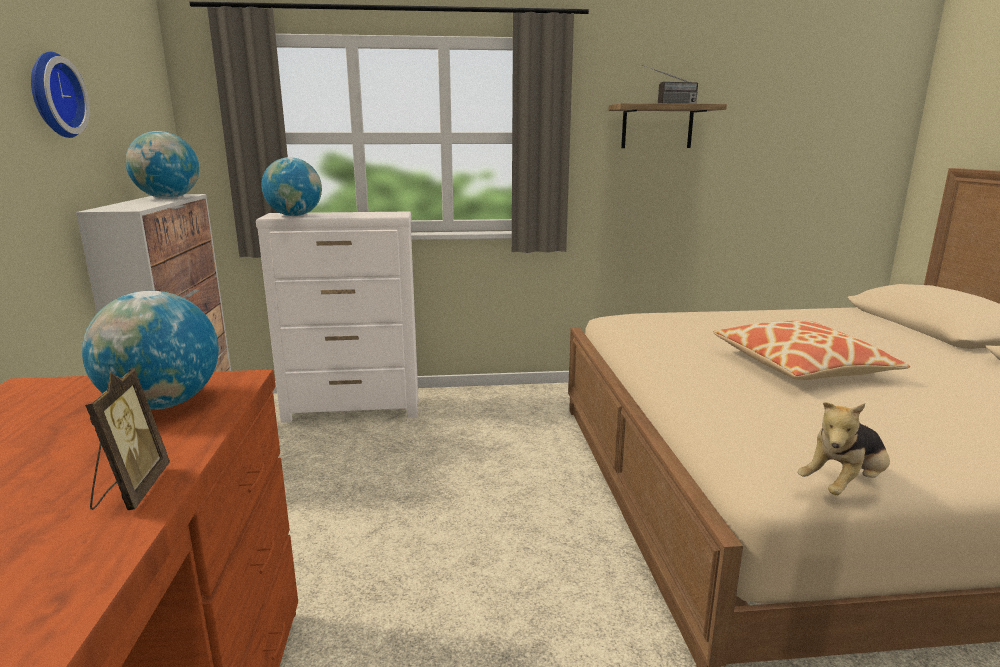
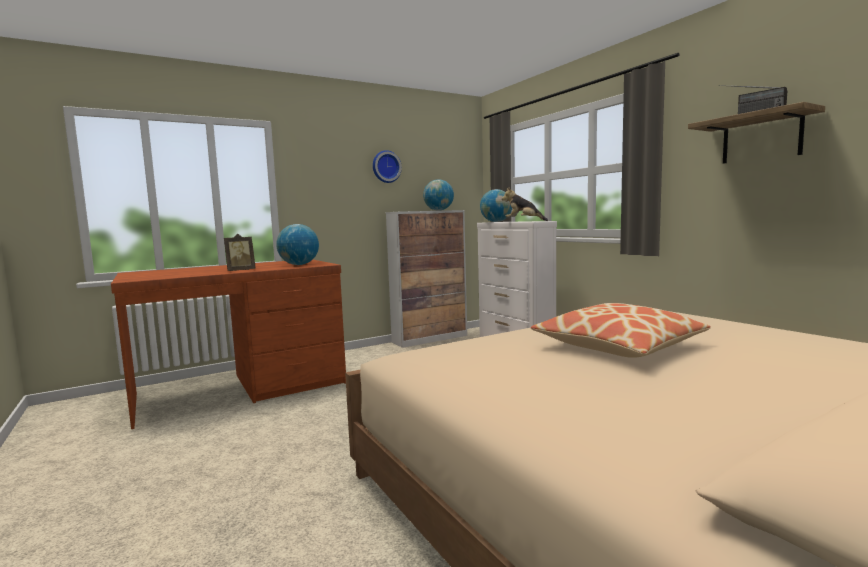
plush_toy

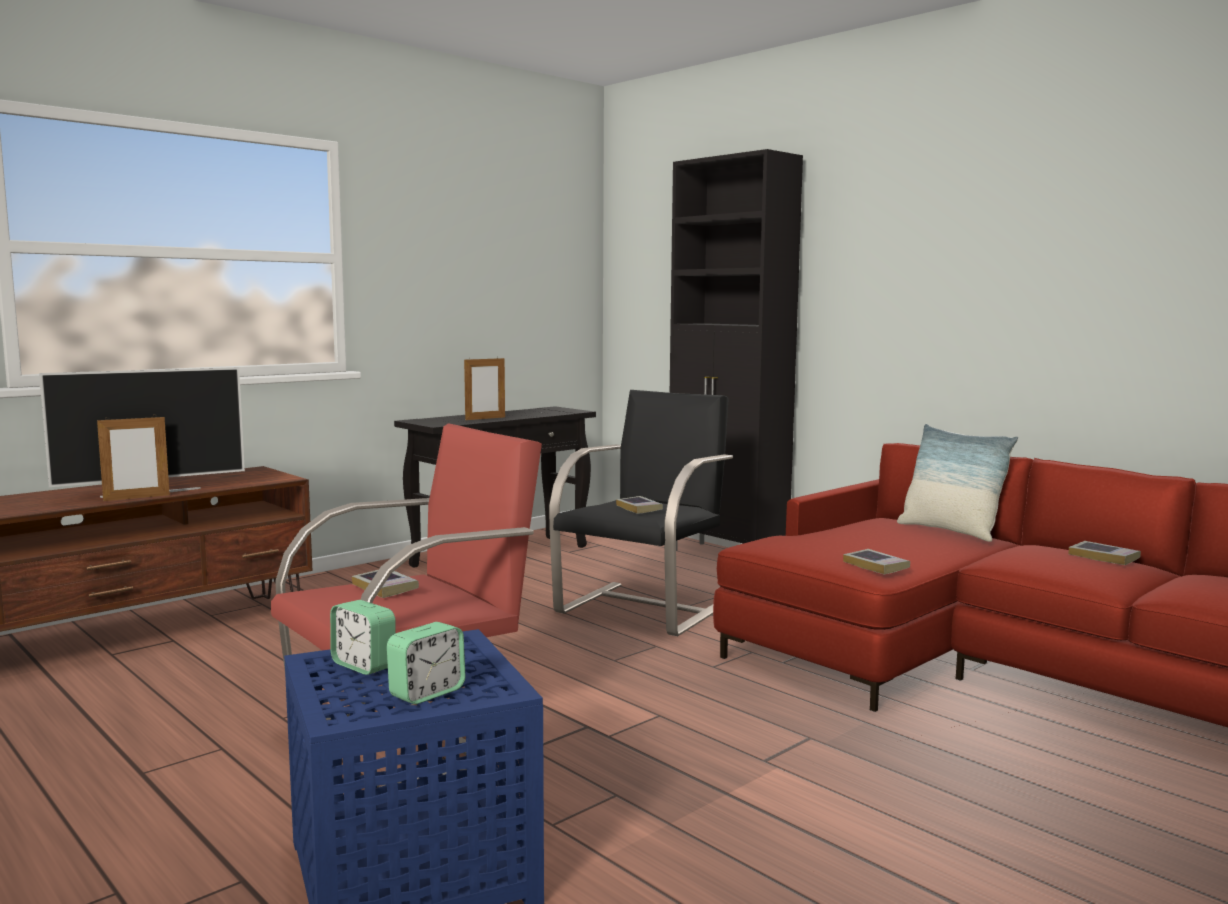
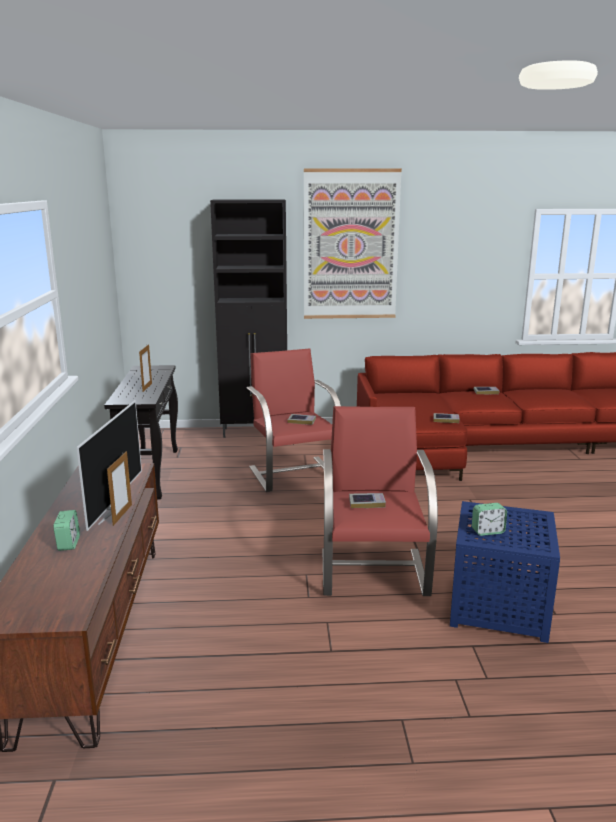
red-coloured_lounge_chair (no. 1 from left)
cushion
bedside_clock (no. 1 from left)
wall_art

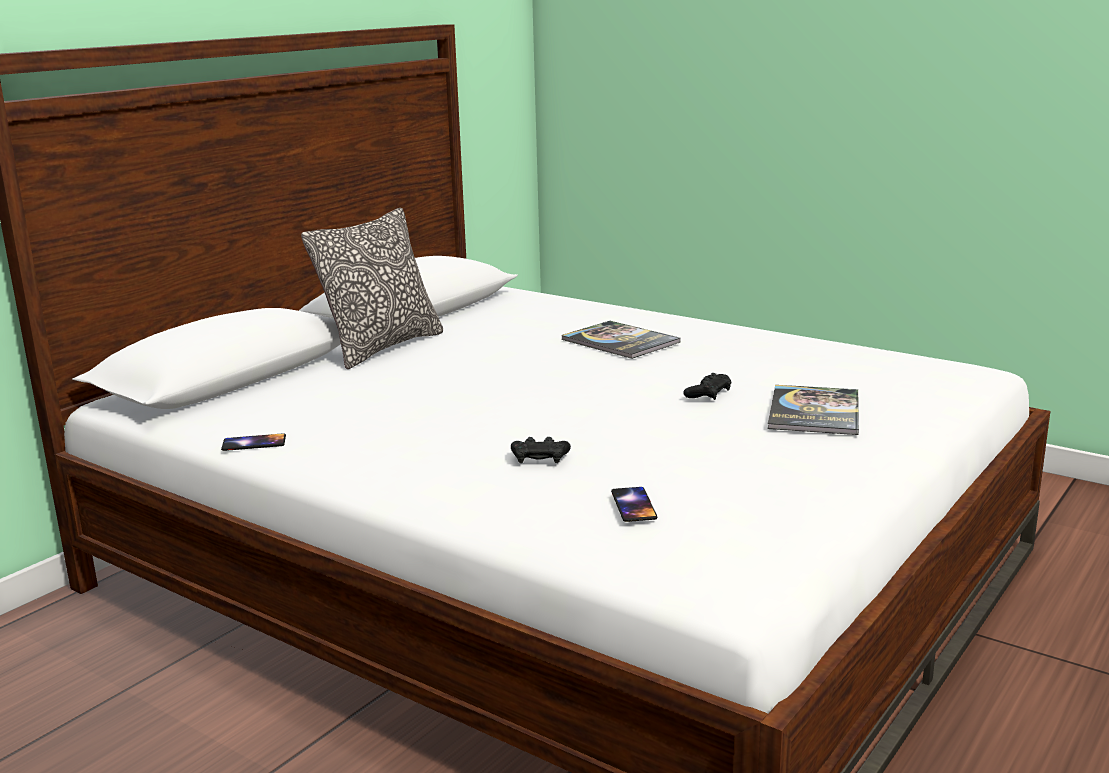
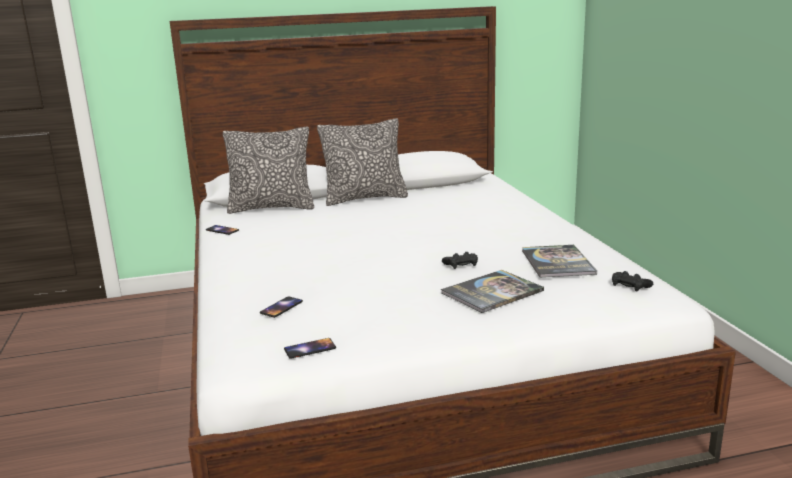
book (no. 2 from left)
blackish_gamepad (no. 2 from left)
cushion (no. 1 from left)
handset (no. 3 from left)

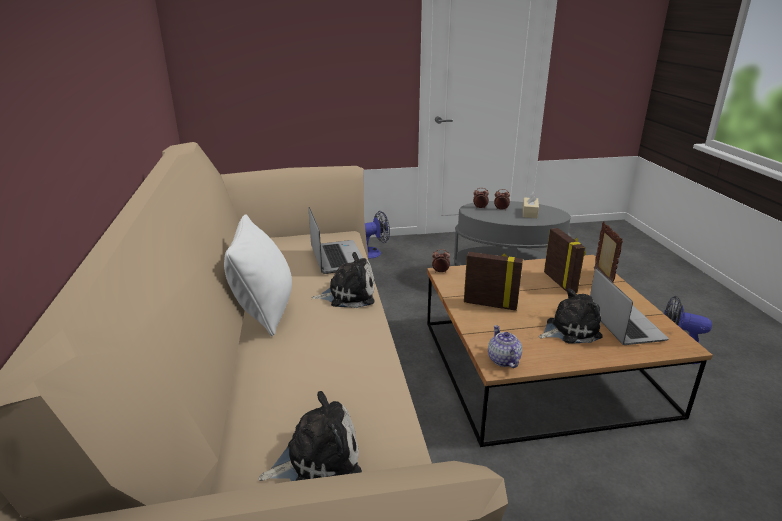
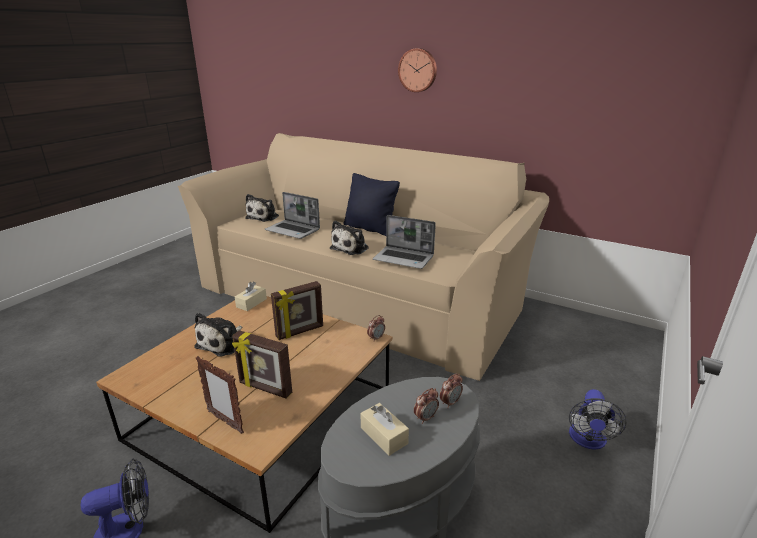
blackish_cushion
laptop (no. 1 from left)
sand-coloured_box_of_tissues (no. 1 from left)
clock_on_the_wall

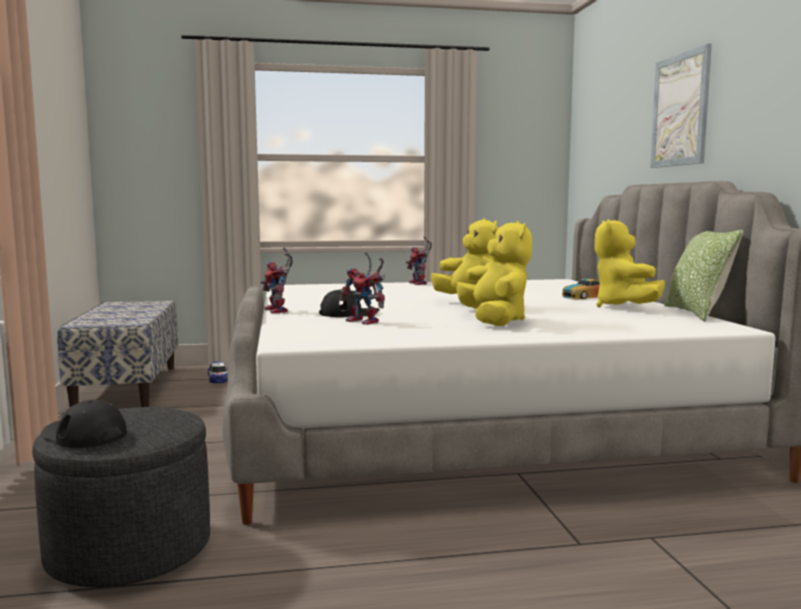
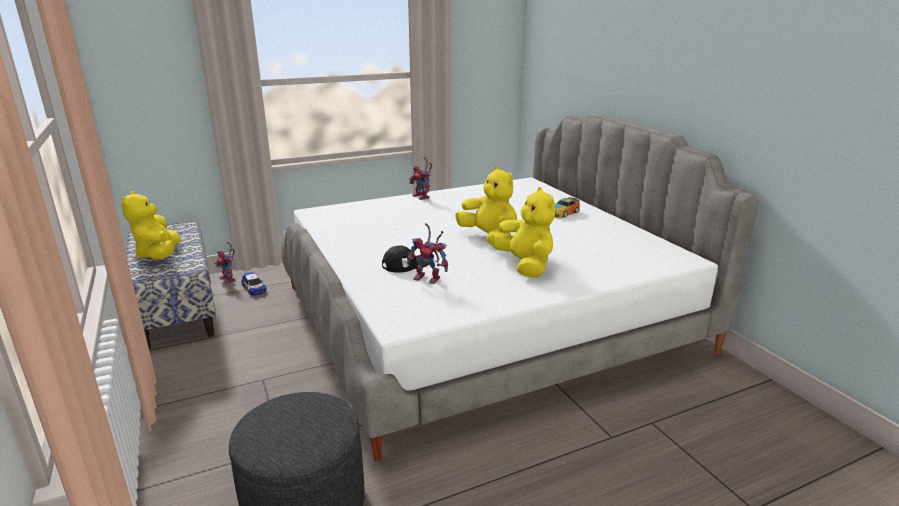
wall_art
yellow_plush_toy (no. 1 from left)
cushion
robot_figure (no. 1 from left)
blackish_peaked_cap (no. 1 from left in the first image)

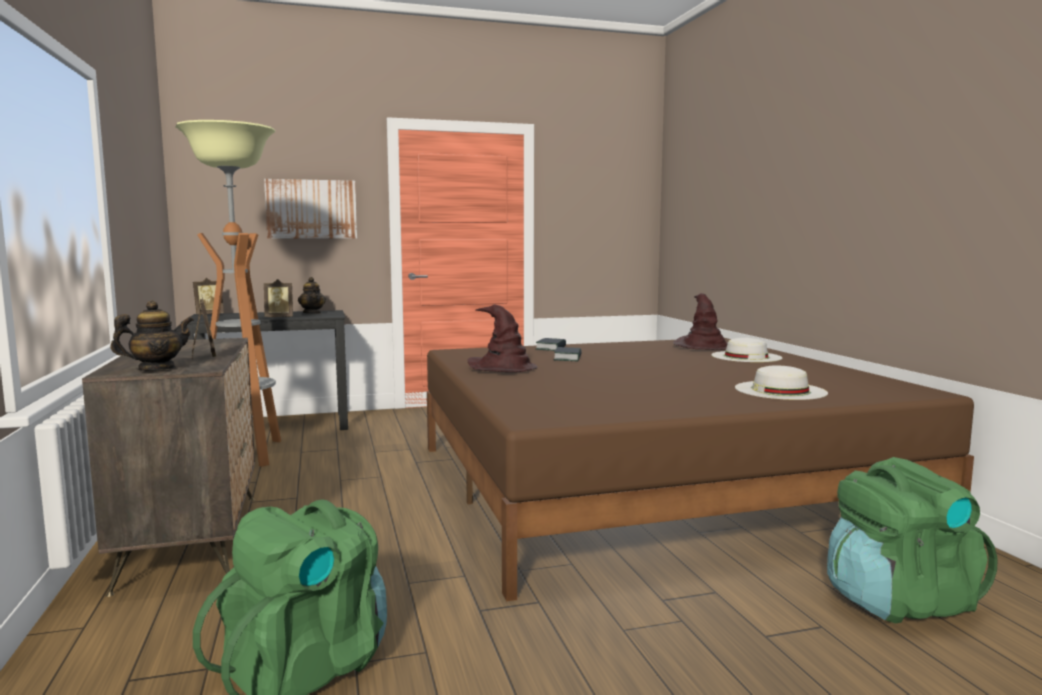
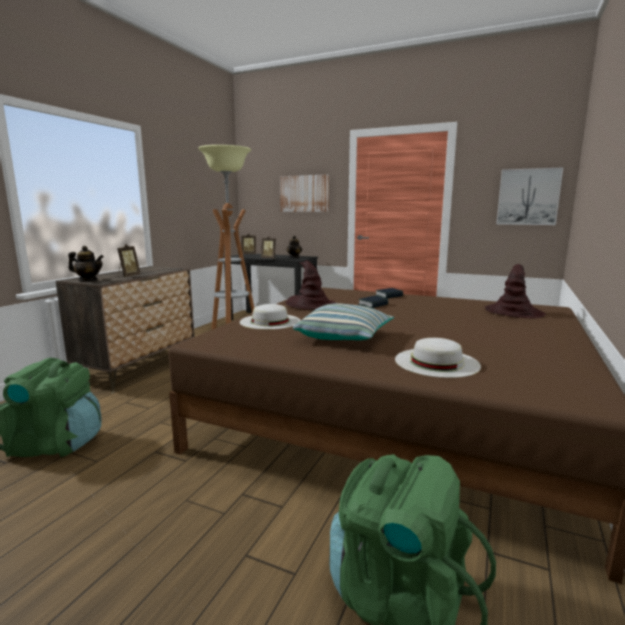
white-coloured_hat (no. 1 from left)
wall_art (no. 2 from left)
cushion

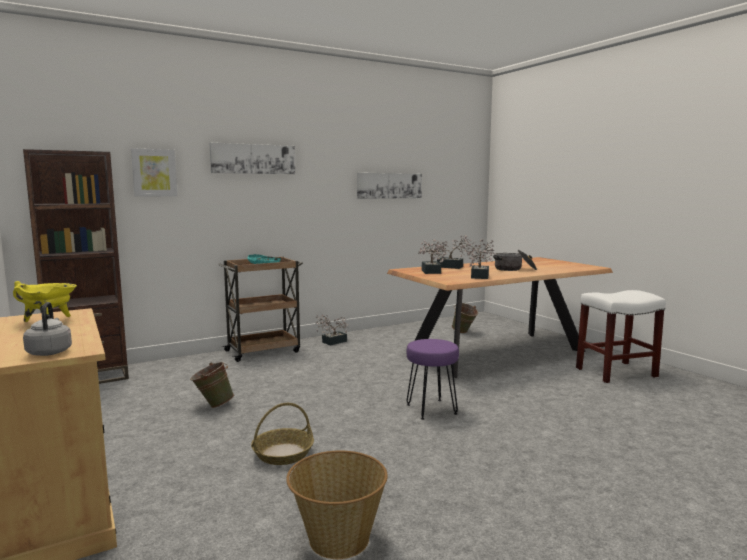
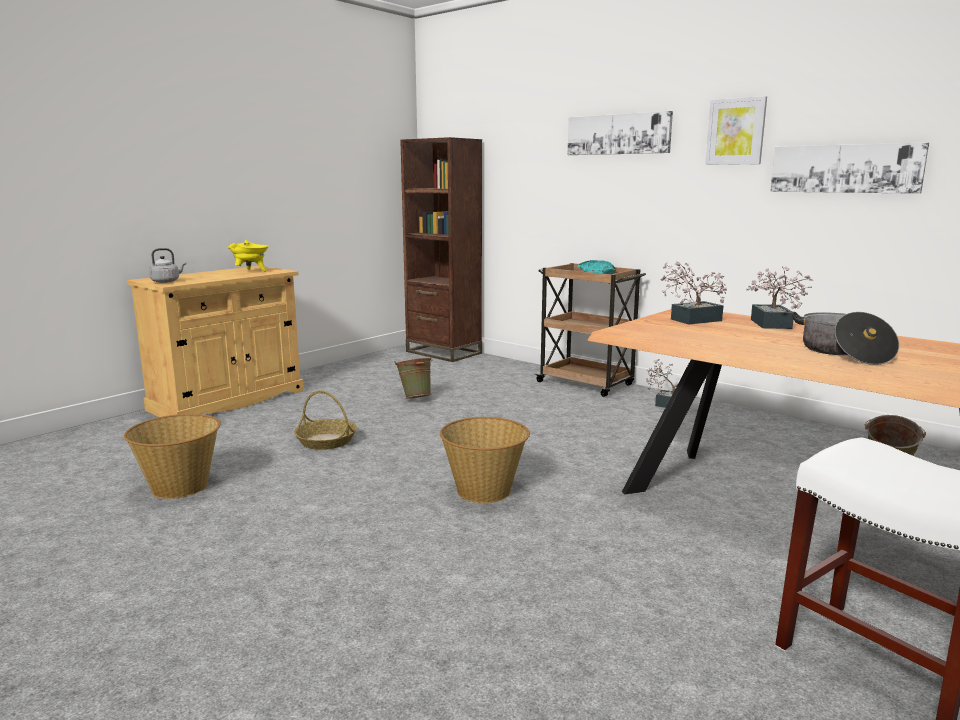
wall_art (no. 2 from left)
potted_plant (no. 4 from left in the first image)
household_basket (no. 3 from left)

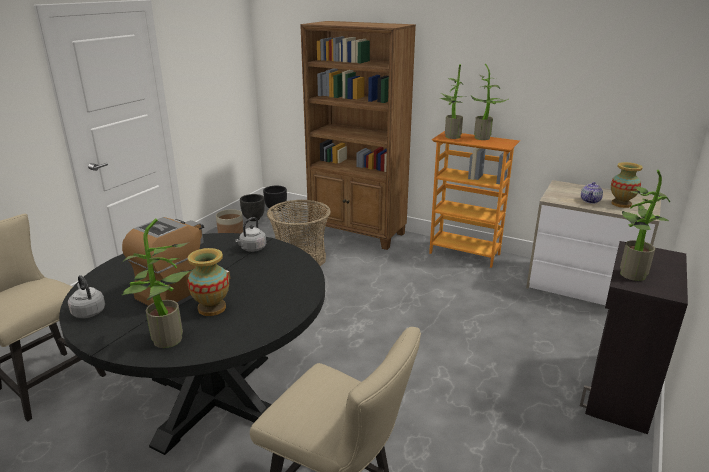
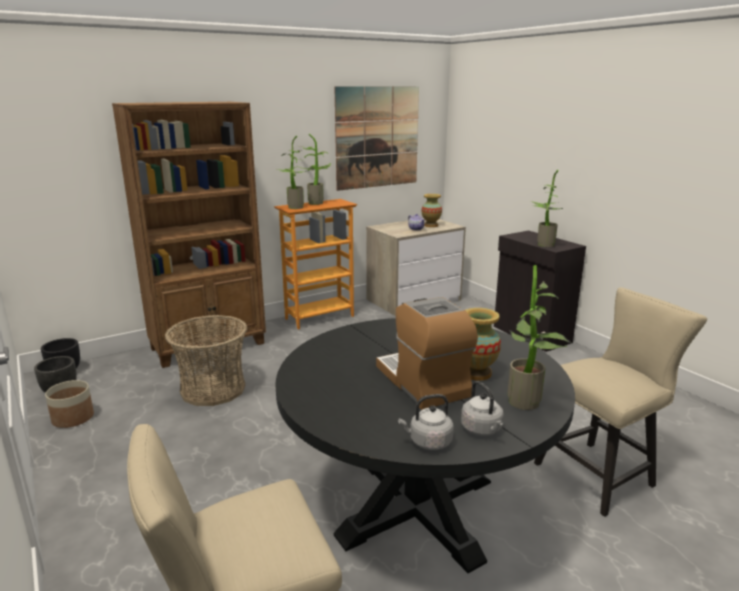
greyish_kettle (no. 2 from left)
wall_art

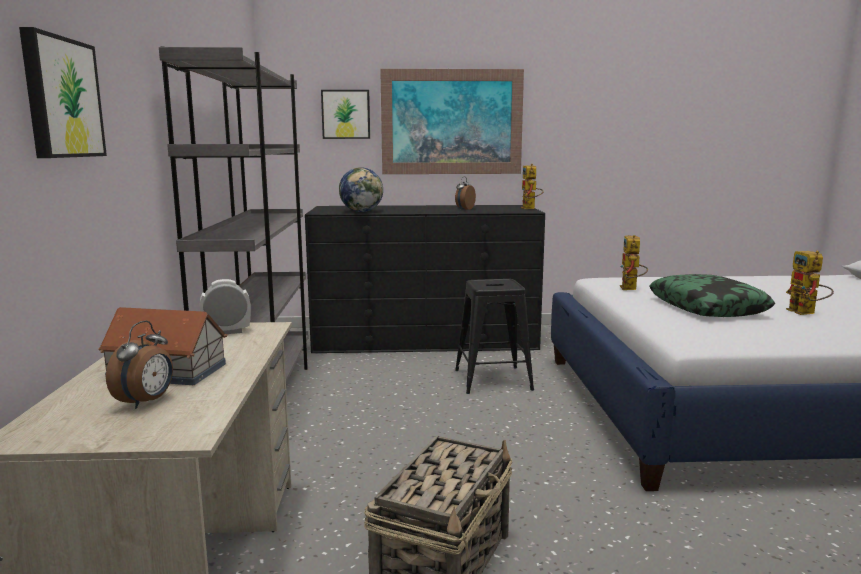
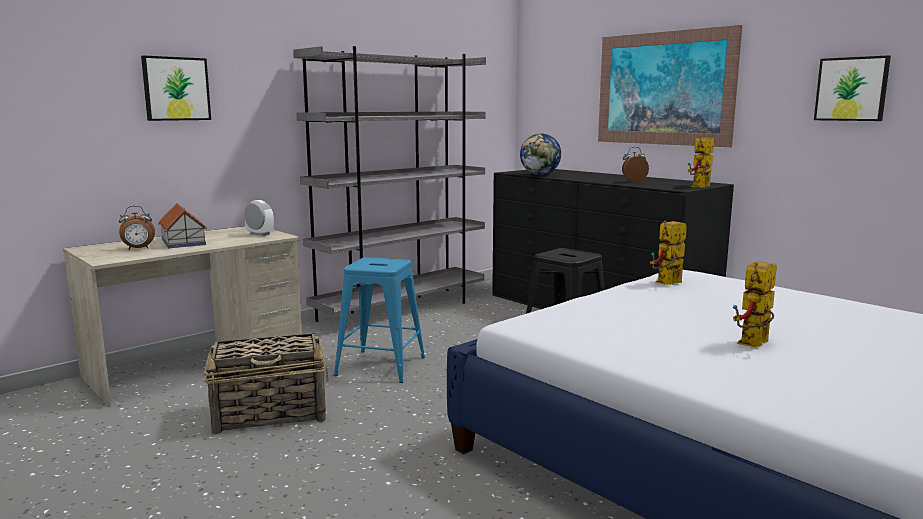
wall_art (no. 3 from left)
cushion
blue-coloured_sitting_stool

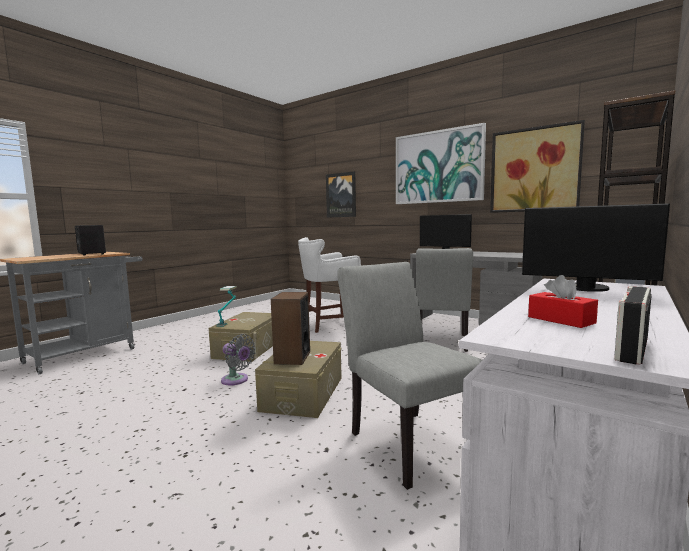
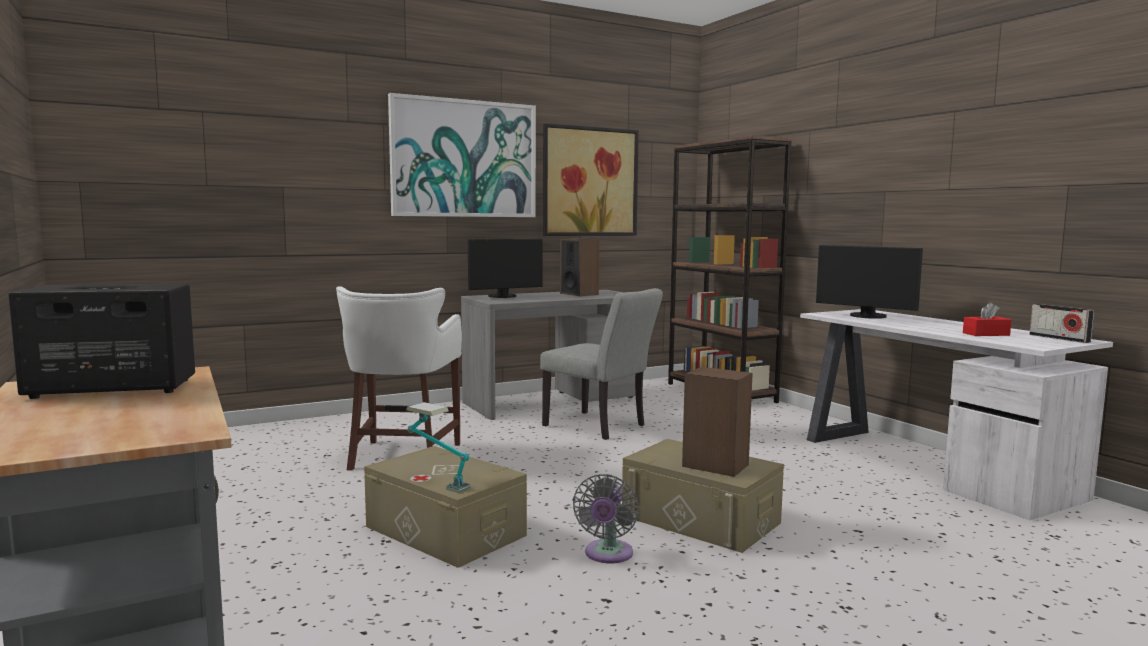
wall_art (no. 1 from left in the first image)
computer_display (no. 2 from left)
greyish_plain_chair (no. 1 from left in the first image)
greyish_fan
speaker (no. 2 from left)

